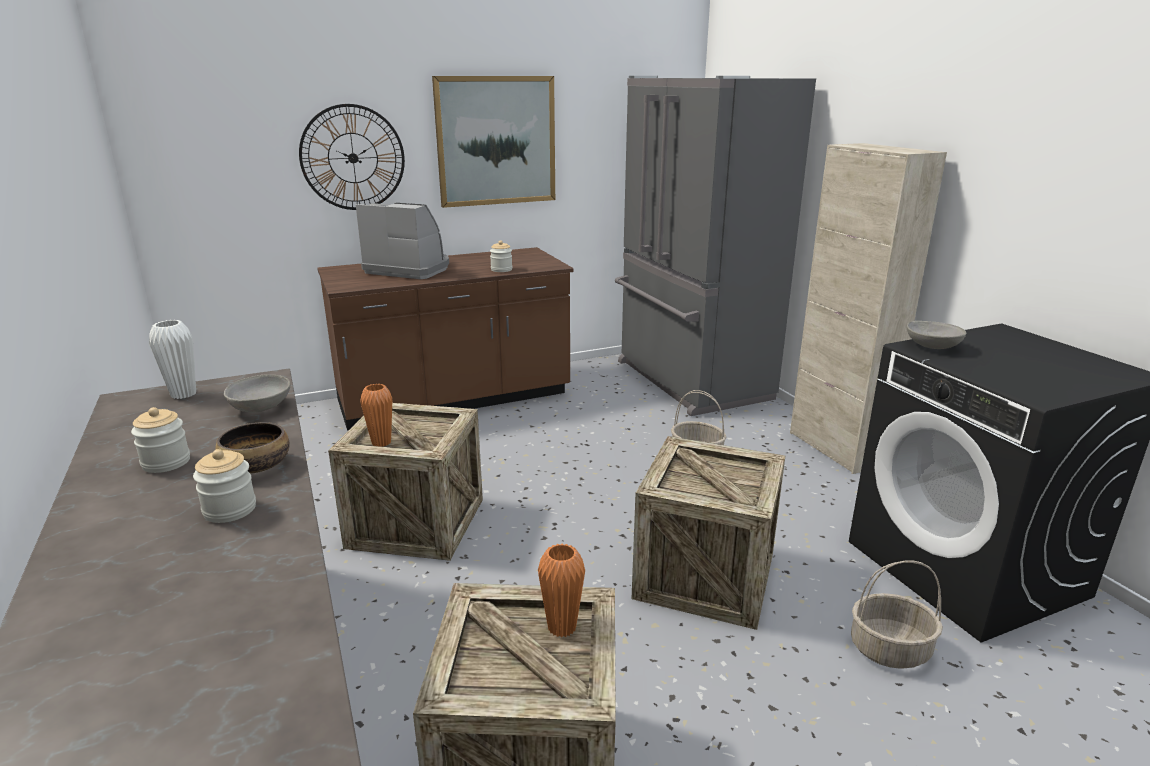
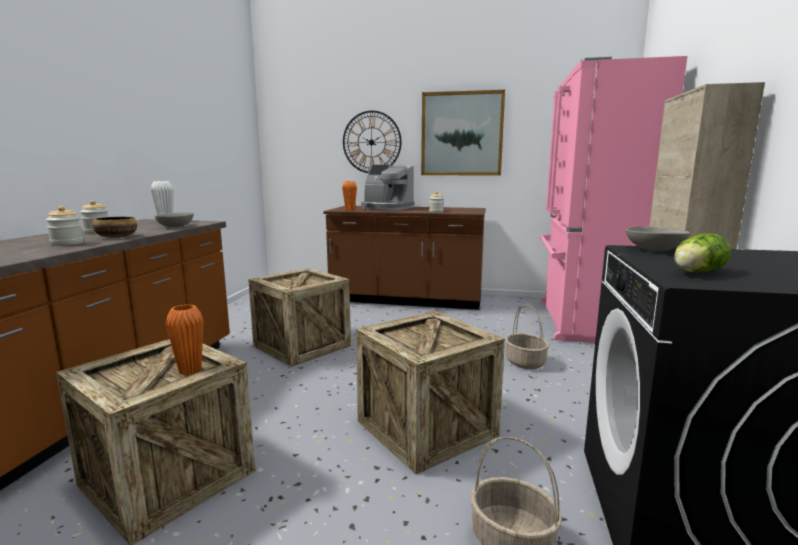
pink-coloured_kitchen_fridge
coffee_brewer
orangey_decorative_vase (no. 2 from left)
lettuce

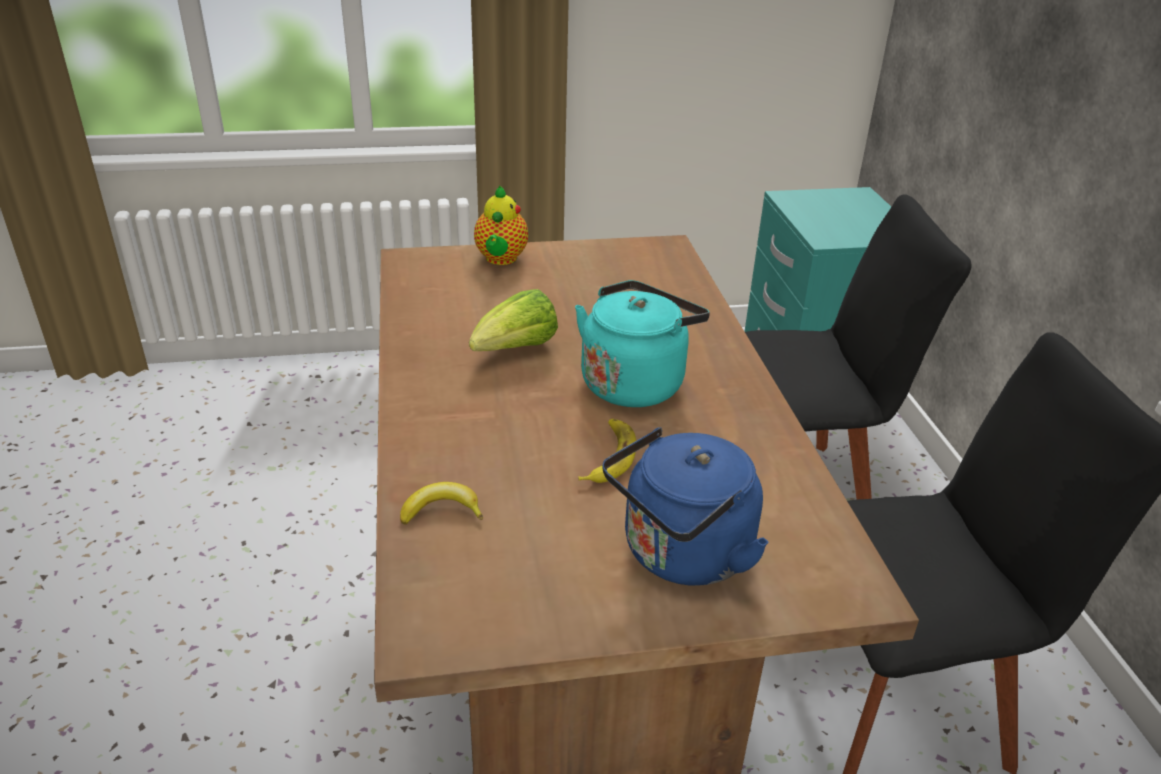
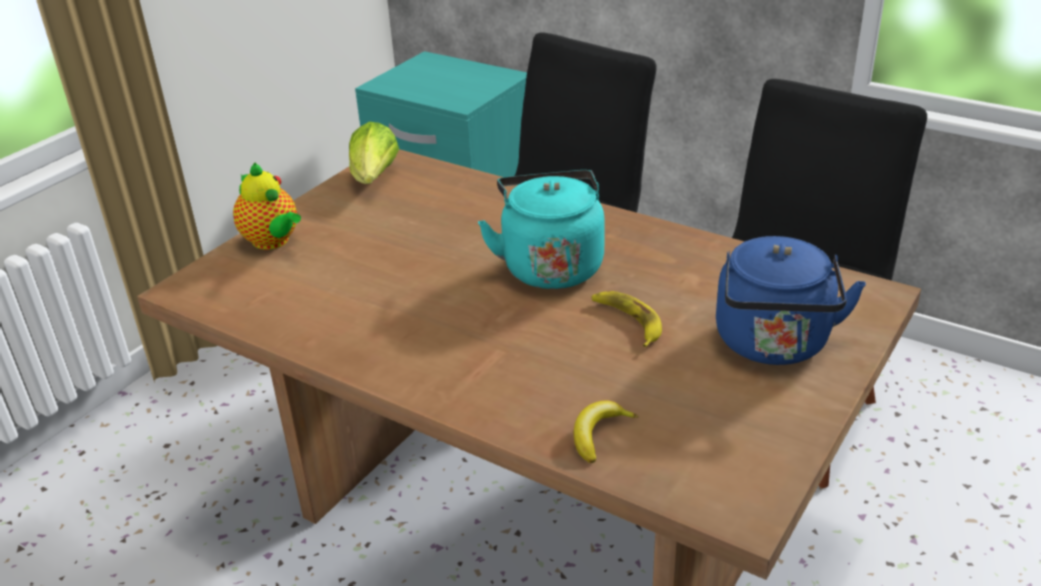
lettuce

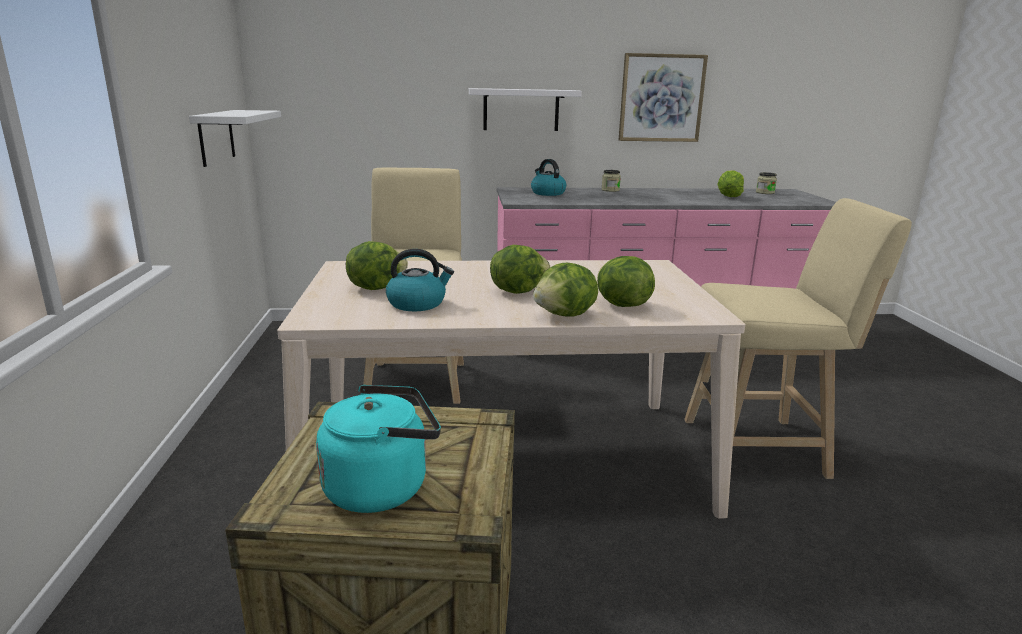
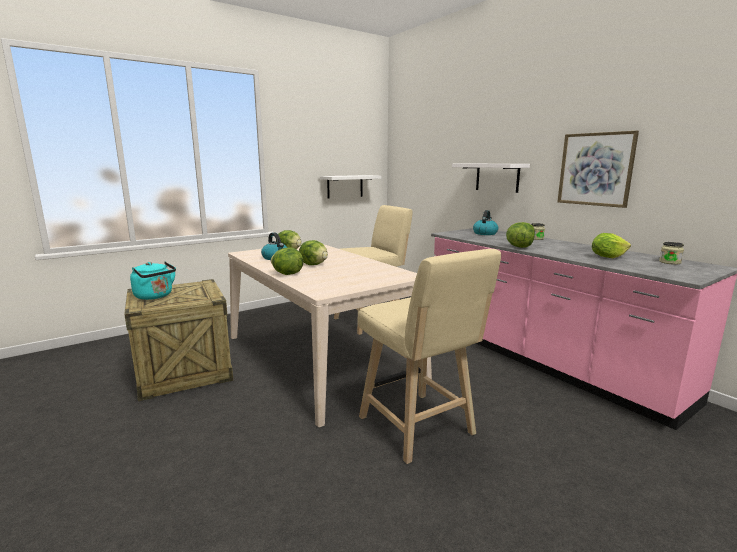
lettuce (no. 4 from left)

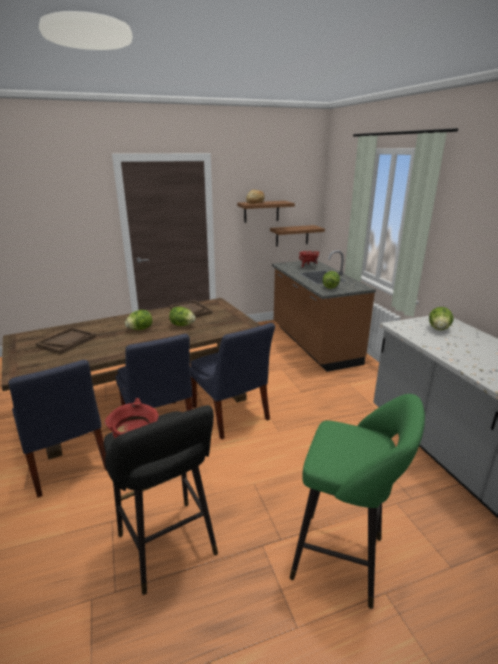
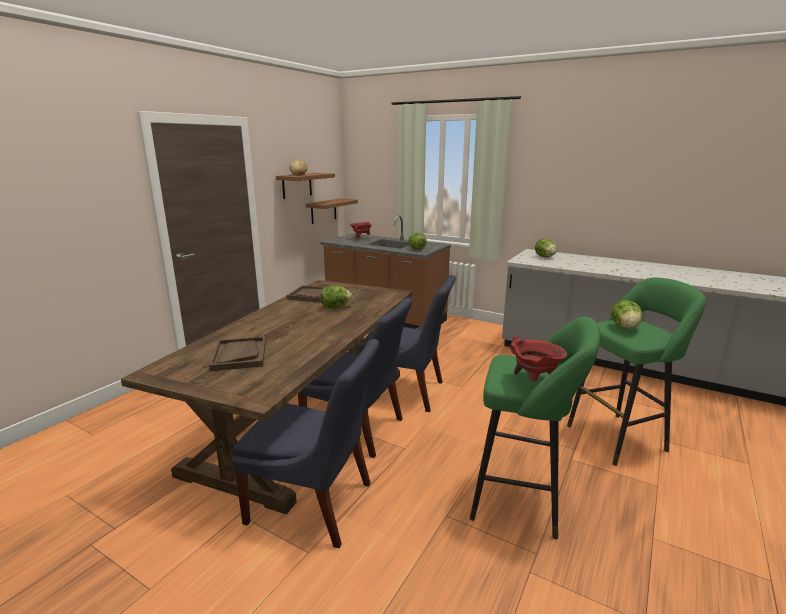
lettuce (no. 4 from left)
green-coloured_sitting_stool (no. 1 from left)

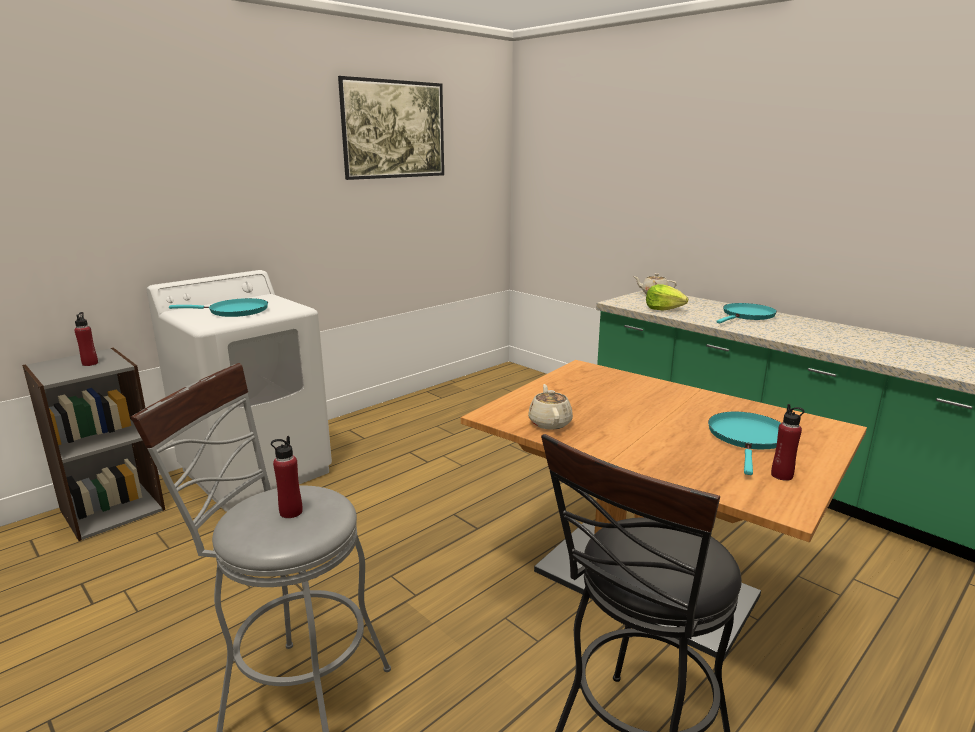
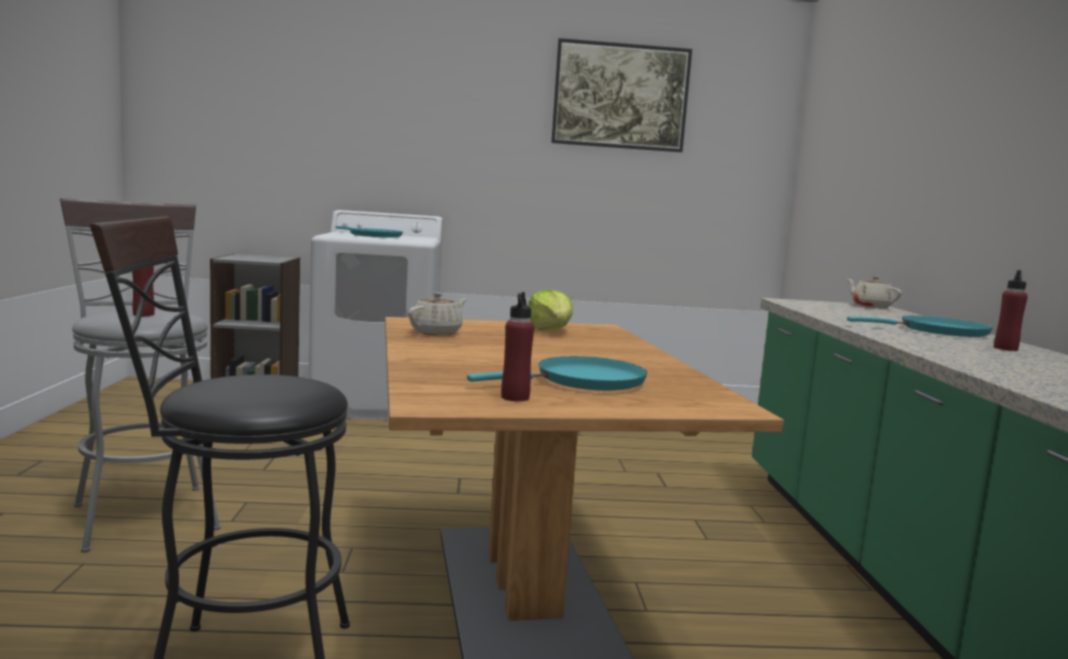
lettuce
red-coloured_drink_bottle (no. 3 from left)

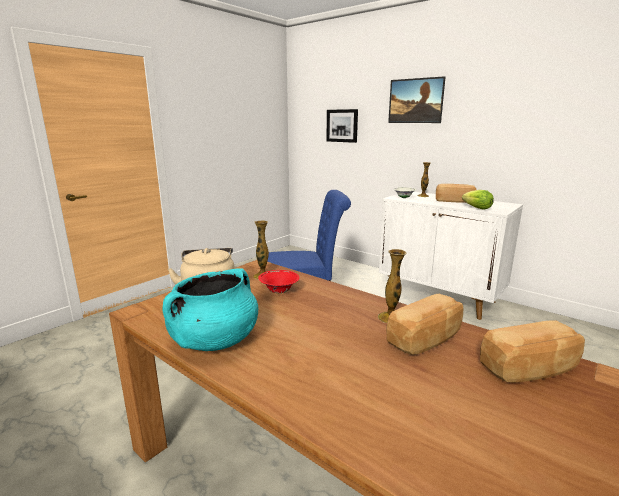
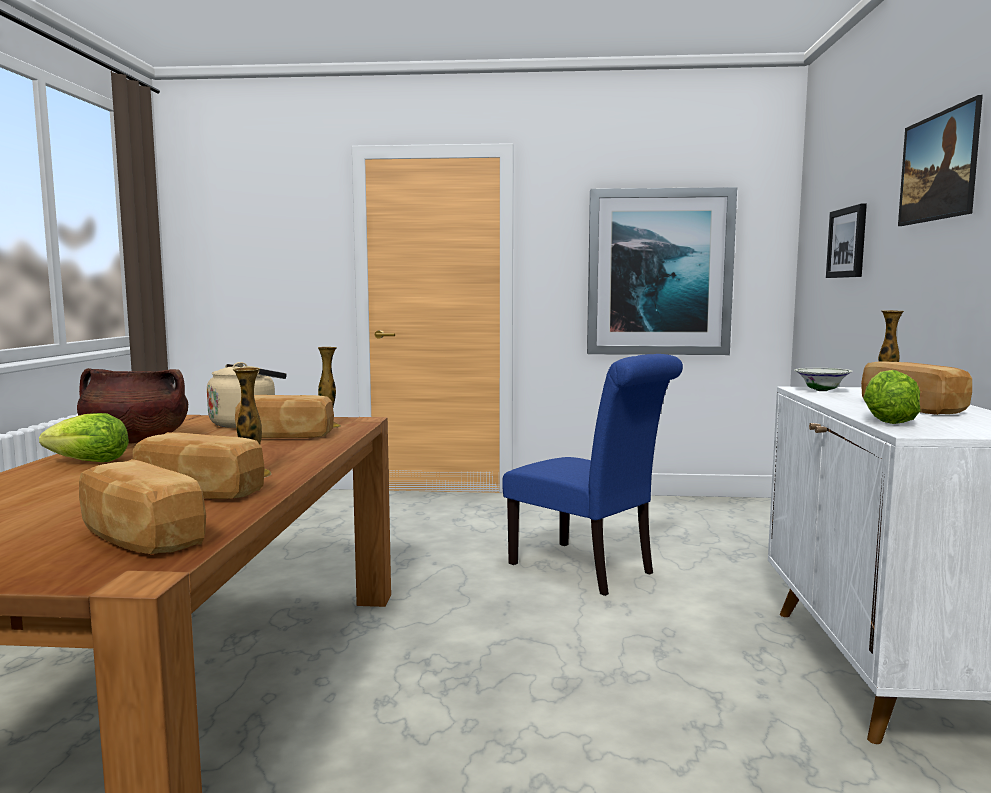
brown-coloured_saucepot
bread (no. 3 from left)
wall_art (no. 1 from left)
lettuce (no. 1 from left)

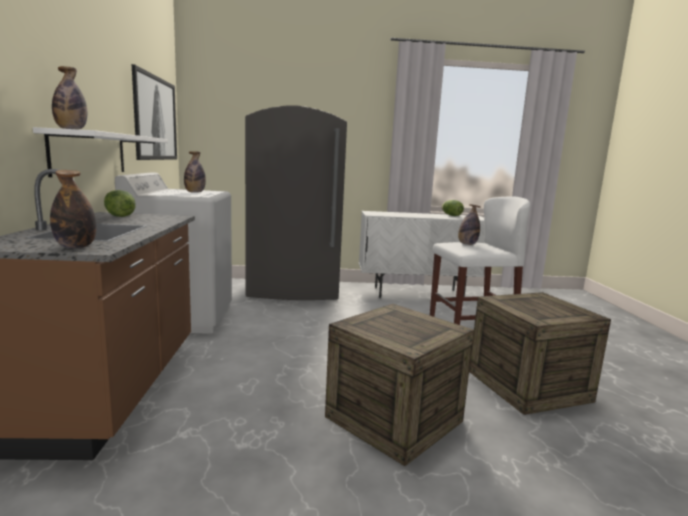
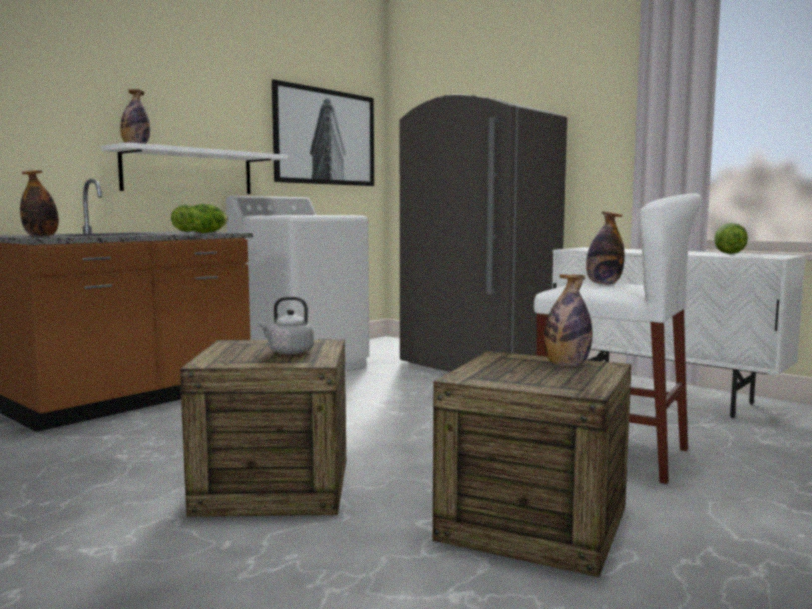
drink_bottle (no. 3 from left)
lettuce (no. 2 from left)
greyish_kettle

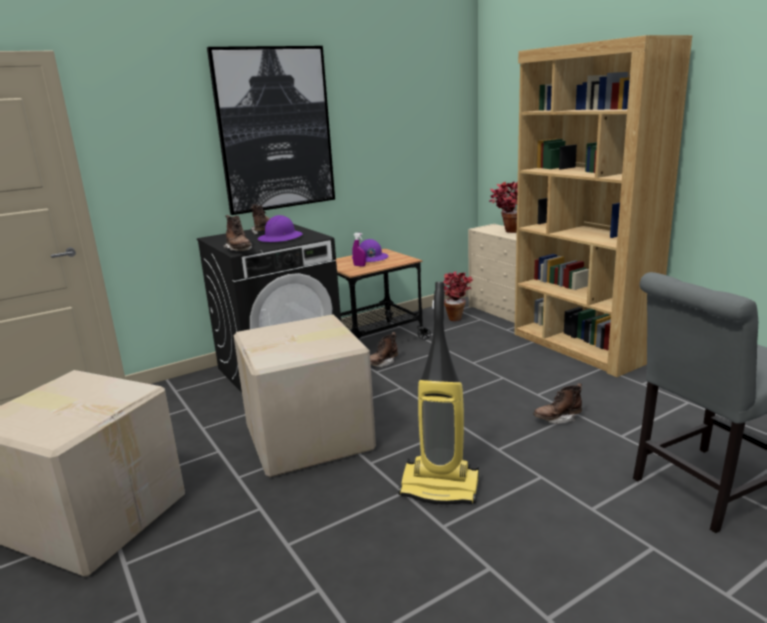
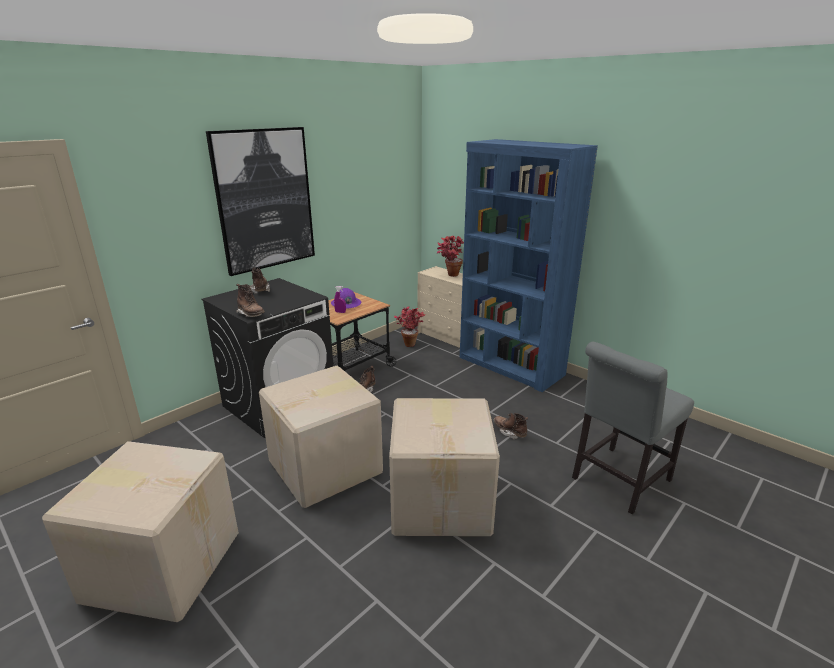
blue-coloured_shelving_unit
purplish_safety_helmet (no. 1 from left in the first image)
cardboard_box (no. 3 from left)
brown-coloured_tall_boot (no. 4 from left)

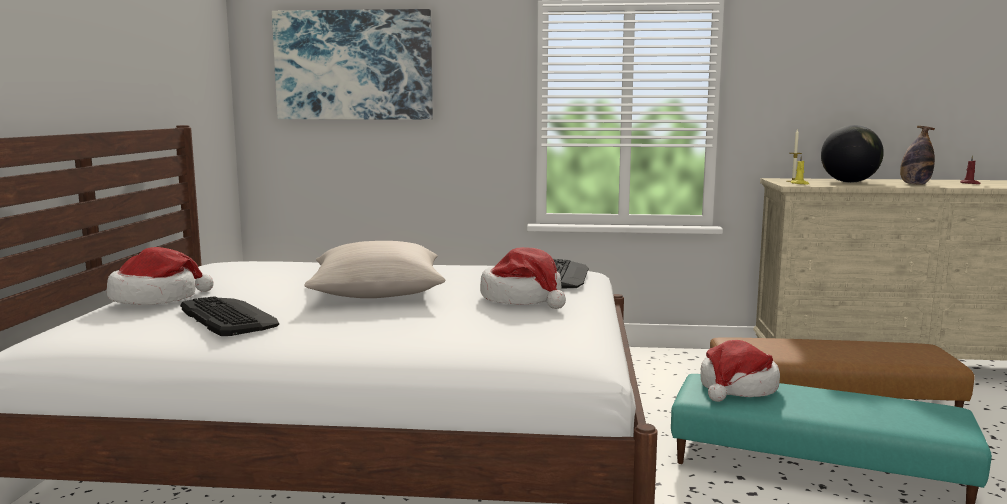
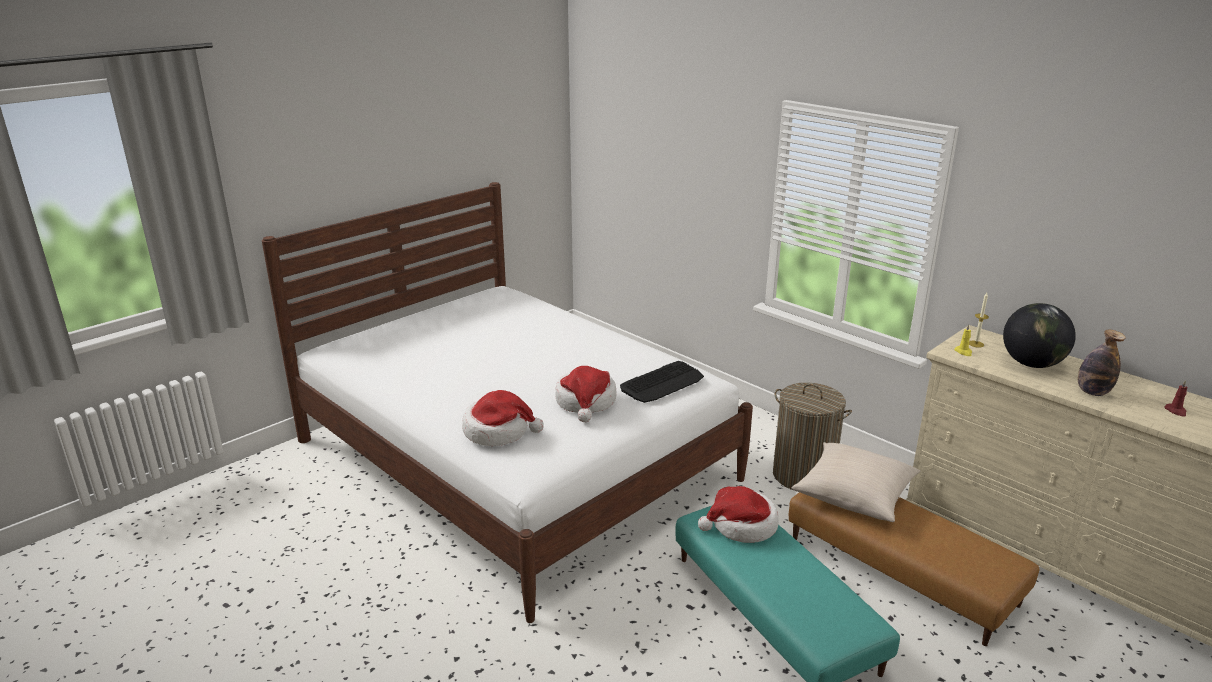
wall_art
sand-coloured_cushion
hat (no. 1 from left)
keyboard (no. 1 from left in the first image)
hamper

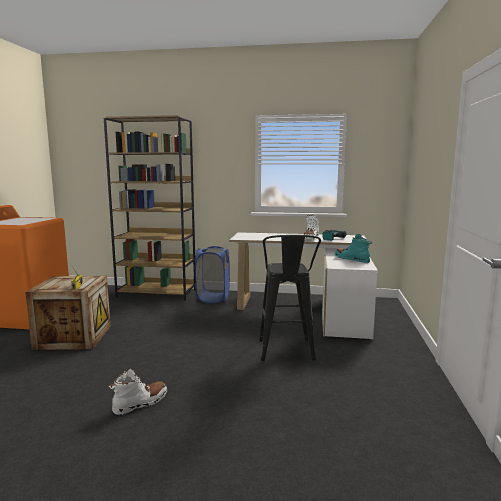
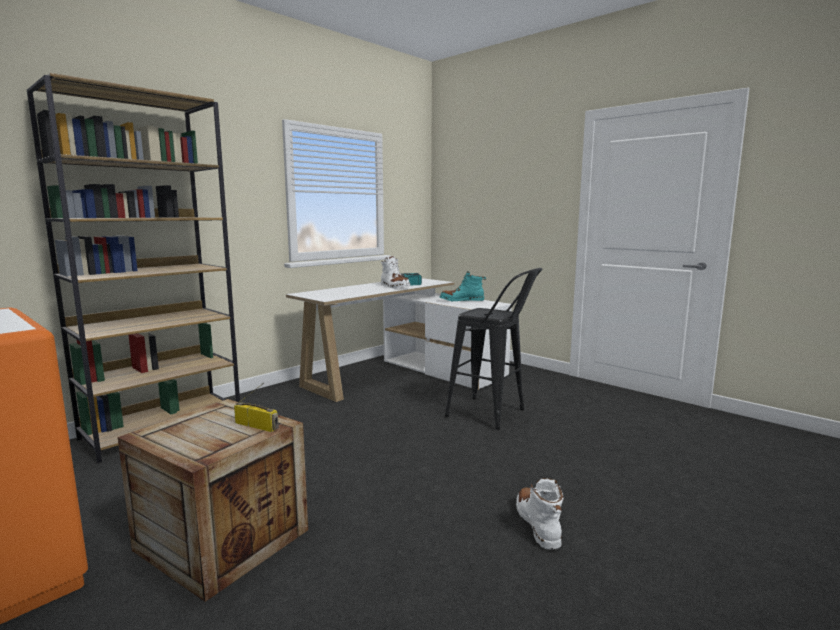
blue-coloured_hamper

